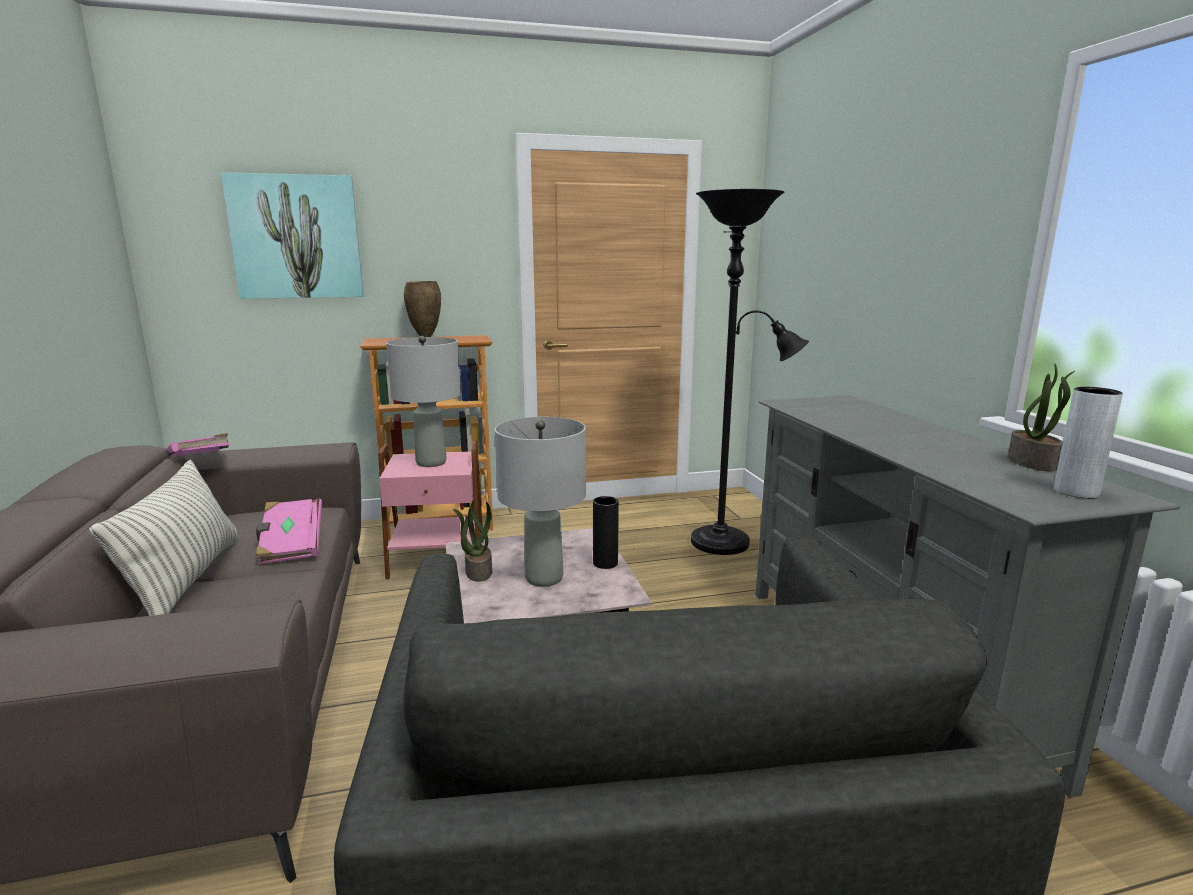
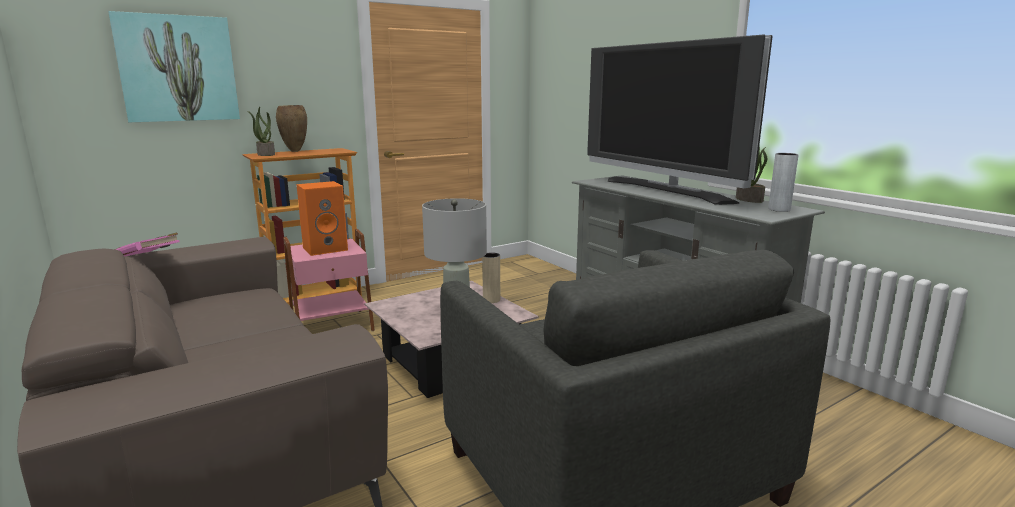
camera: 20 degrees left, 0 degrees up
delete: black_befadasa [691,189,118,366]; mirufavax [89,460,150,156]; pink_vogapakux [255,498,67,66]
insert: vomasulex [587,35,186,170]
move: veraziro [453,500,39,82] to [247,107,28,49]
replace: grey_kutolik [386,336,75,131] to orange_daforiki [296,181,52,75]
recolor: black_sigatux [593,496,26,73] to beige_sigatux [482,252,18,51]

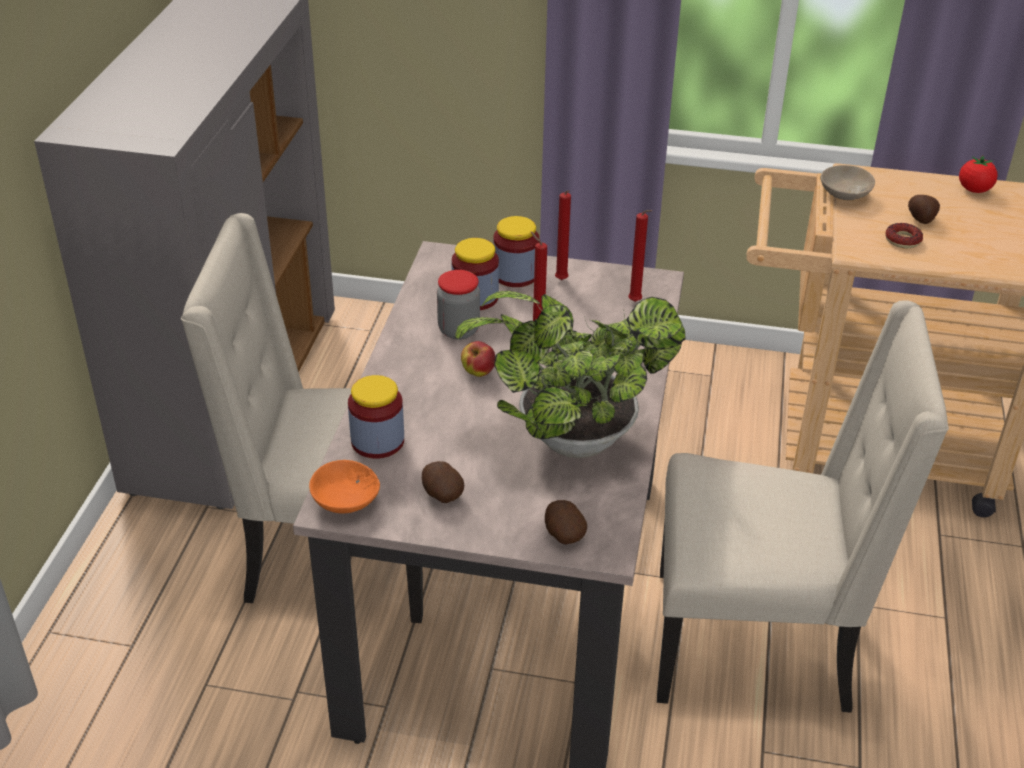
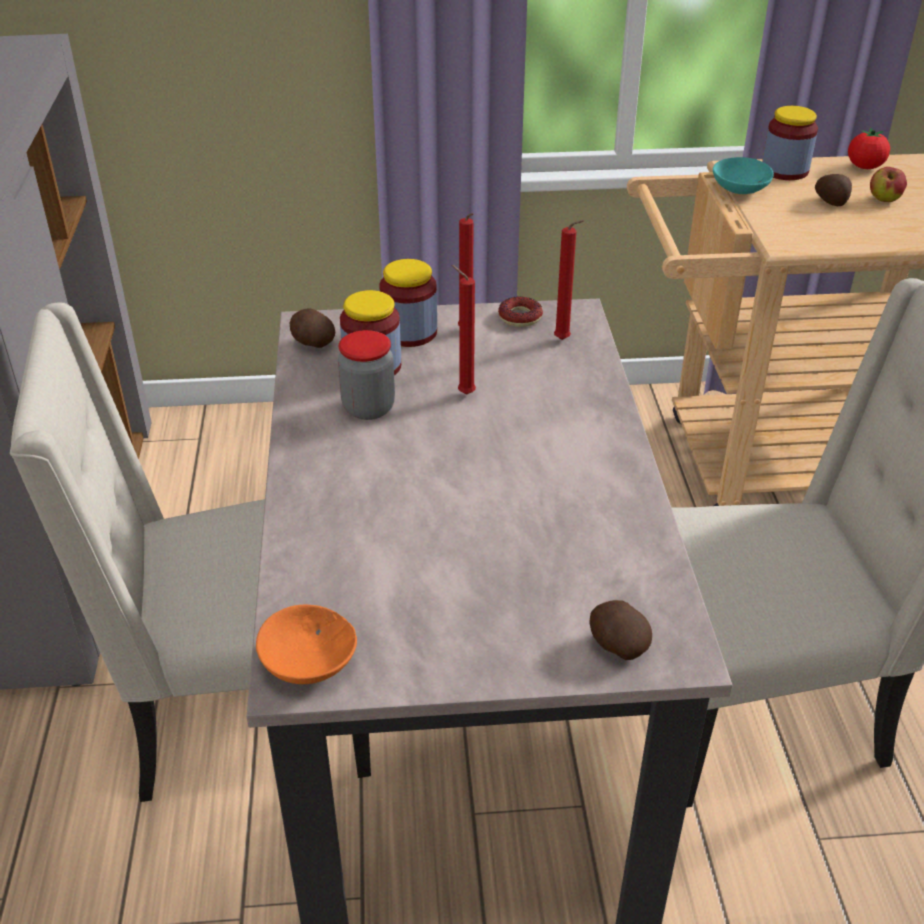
camera: 15 degrees left, 0 degrees up
delete: veraziro [455,291,231,167]
move: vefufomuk [885,223,38,25] to [498,296,45,31]; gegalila [461,341,34,36] to [870,167,37,35]; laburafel [348,375,56,84] to [762,106,56,74]; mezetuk [422,461,42,42] to [289,308,46,40]
recolor: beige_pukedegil [821,165,54,35] to turquoise_pukedegil [713,157,61,37]

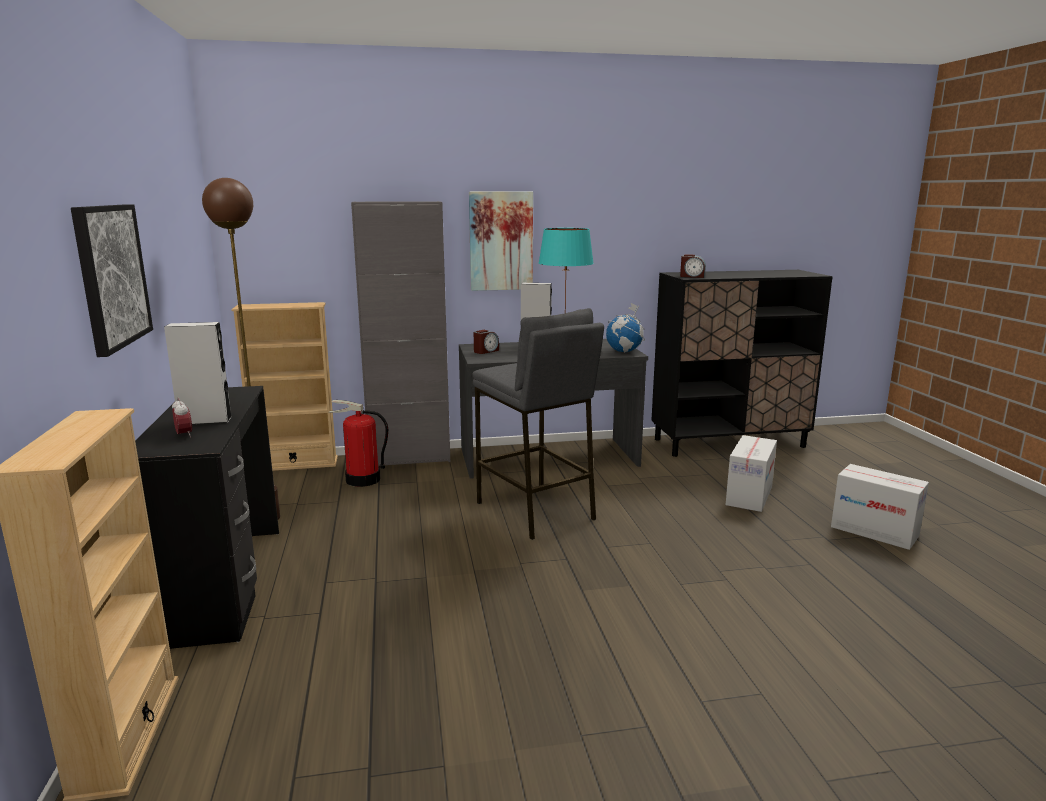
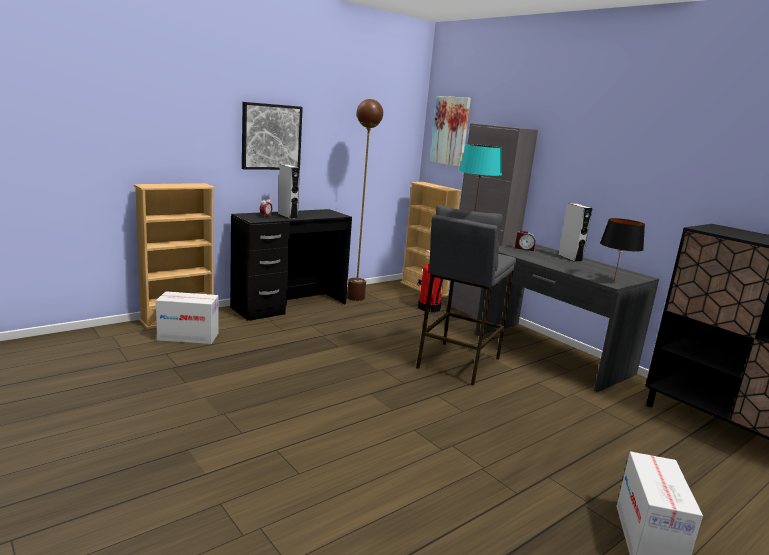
camera: 60 degrees right, 0 degrees up
delete: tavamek [680,254,26,24]
move: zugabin [469,192,64,99] to [430,96,41,71]; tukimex [726,435,51,77] to [156,291,63,53]
replace: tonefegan [606,303,39,50] to black_kutolik [600,218,45,63]

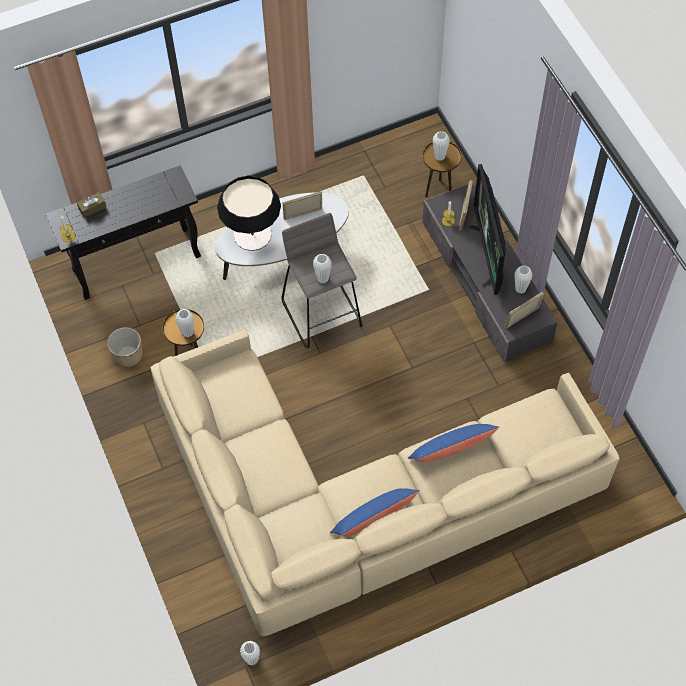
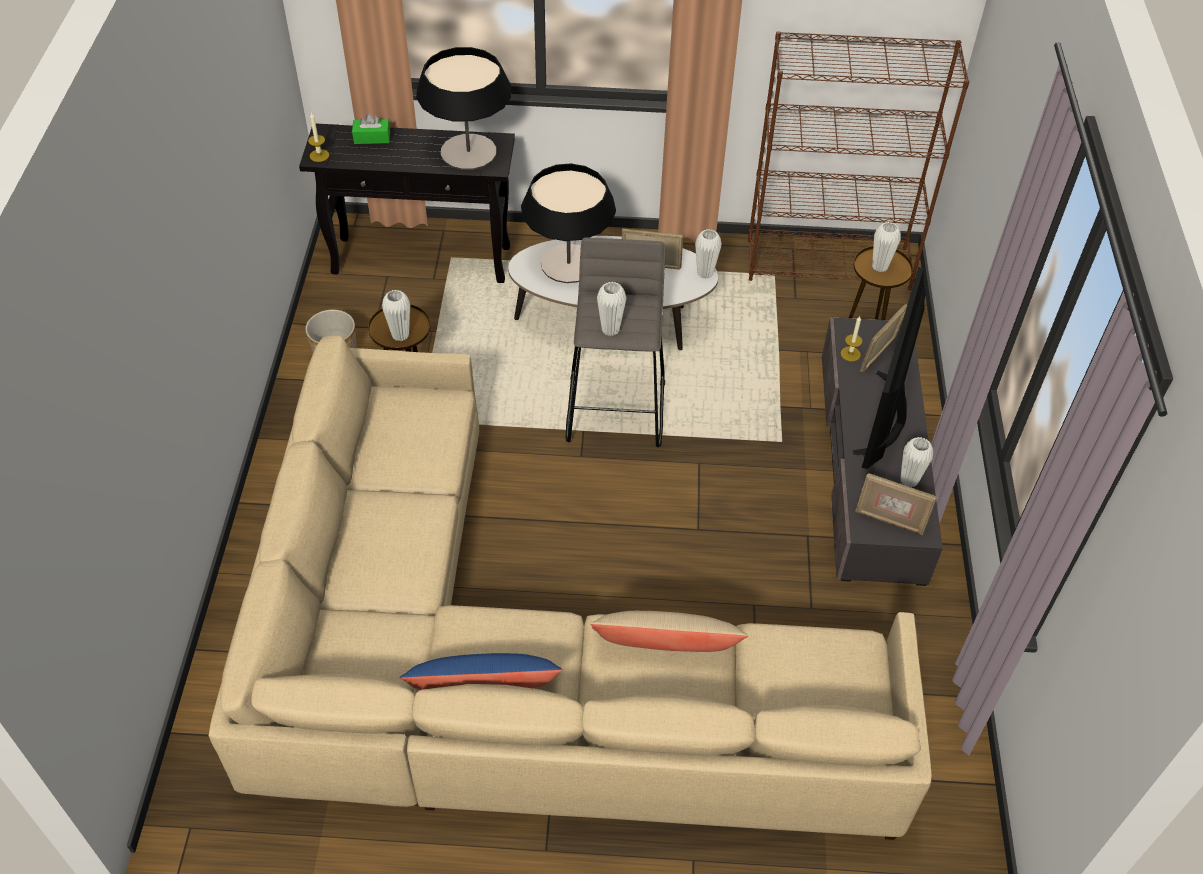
camera: 25 degrees right, 10 degrees down
insert: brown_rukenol [748,31,222,259]; kutolik [416,47,95,123]
move: white_sigatux [240,641,20,25] to [695,229,27,50]
recolor: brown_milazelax [77,192,29,26] to green_milazelax [352,114,38,30]; blue_mirufavax [408,424,92,38] to beige_mirufavax [590,611,158,41]
rotate: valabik [504,292,40,36] = [855,473,82,62] 150 degrees counterclockwise

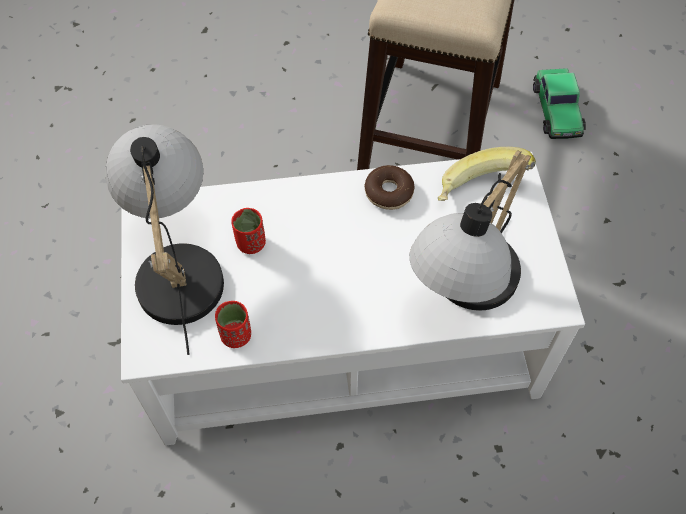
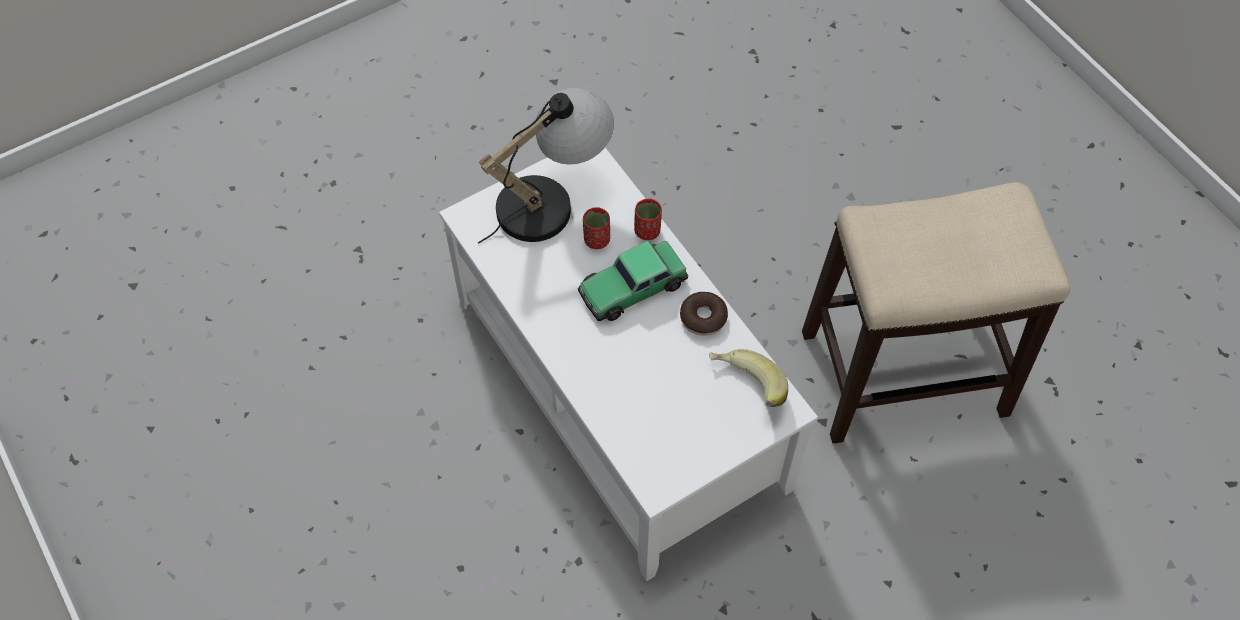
camera: 65 degrees right, 0 degrees up
delete: kutolik [410,150,121,160]
move: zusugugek [533,68,53,71] to [578,241,110,80]; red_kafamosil [215,301,36,47] to [634,198,28,42]

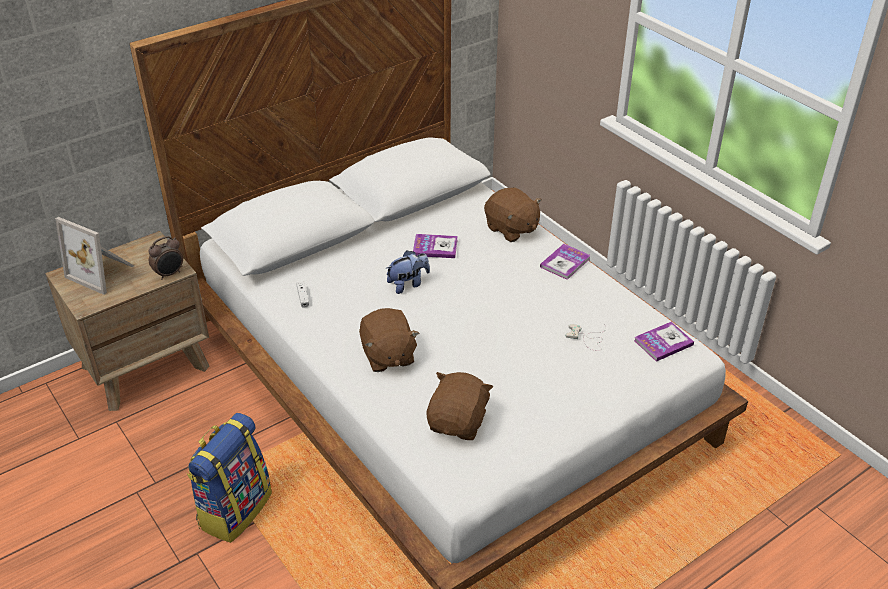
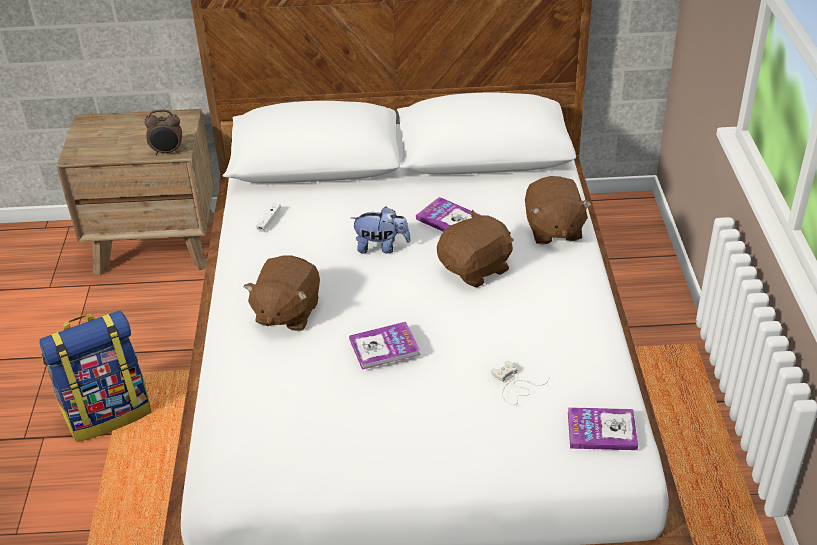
camera: 35 degrees right, 0 degrees up
delete: valabik [55,217,79,78]
move: vogapakux [540,244,51,36] to [349,322,71,48]; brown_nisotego [427,372,66,68] to [437,210,77,78]

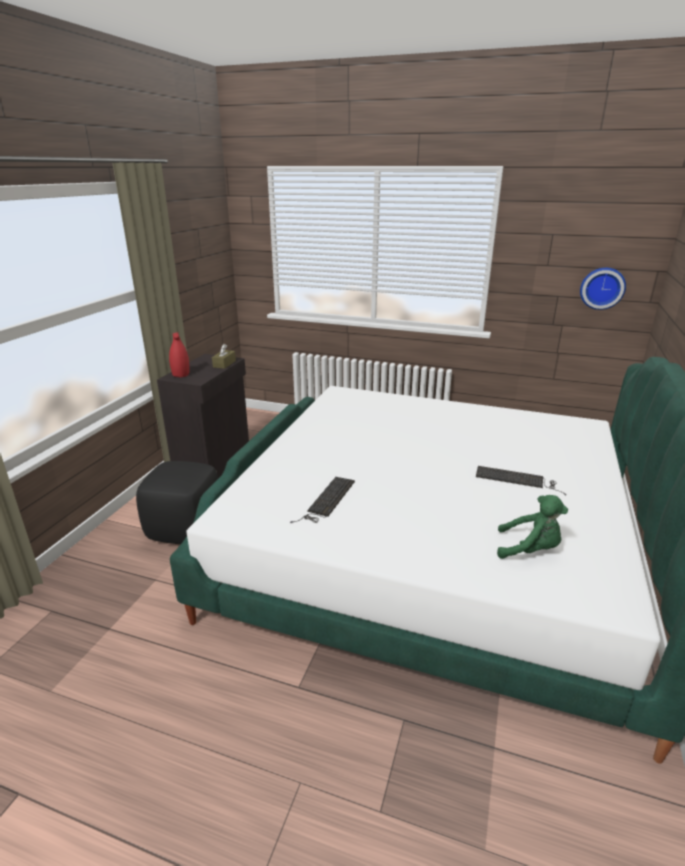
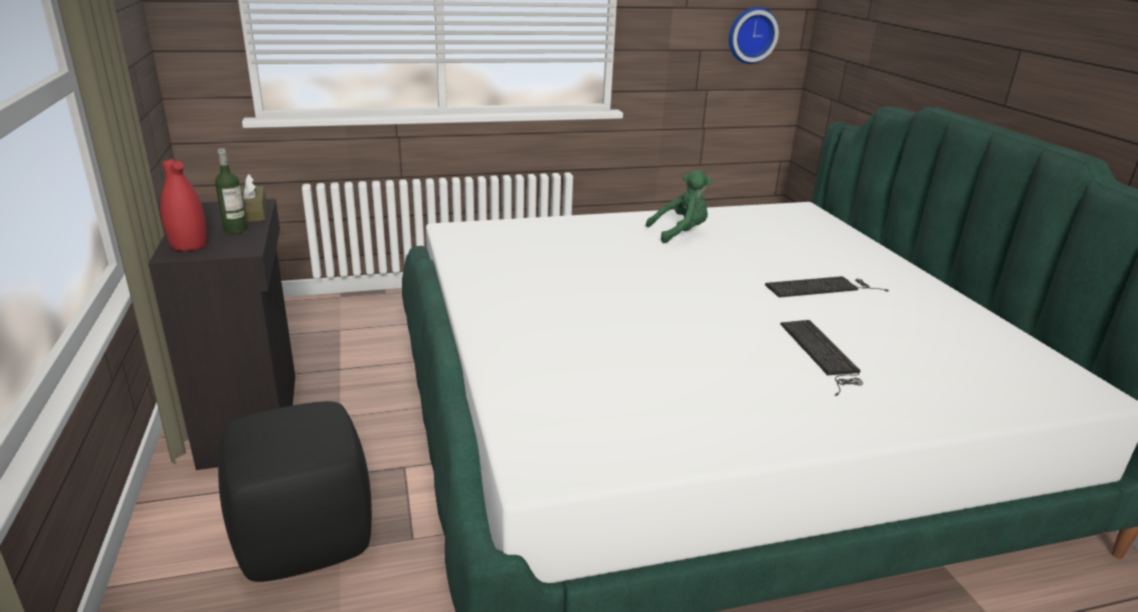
camera: 35 degrees left, 0 degrees up
insert: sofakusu [215,148,32,86]
move: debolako [290,477,65,46] to [780,320,83,76]; green_nisotego [497,495,71,64] to [646,170,66,73]

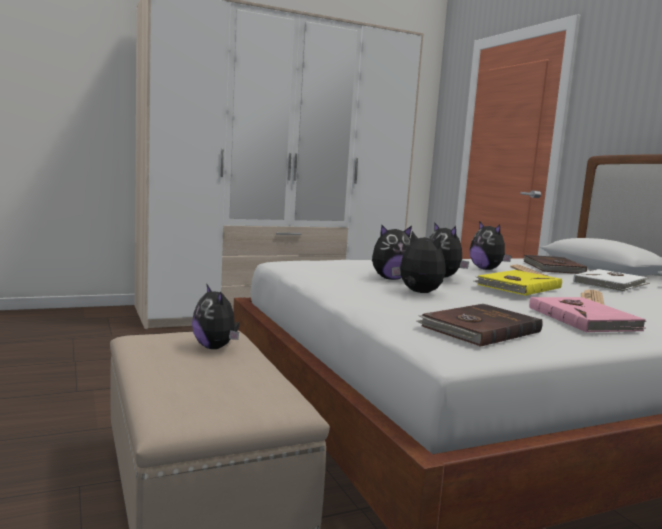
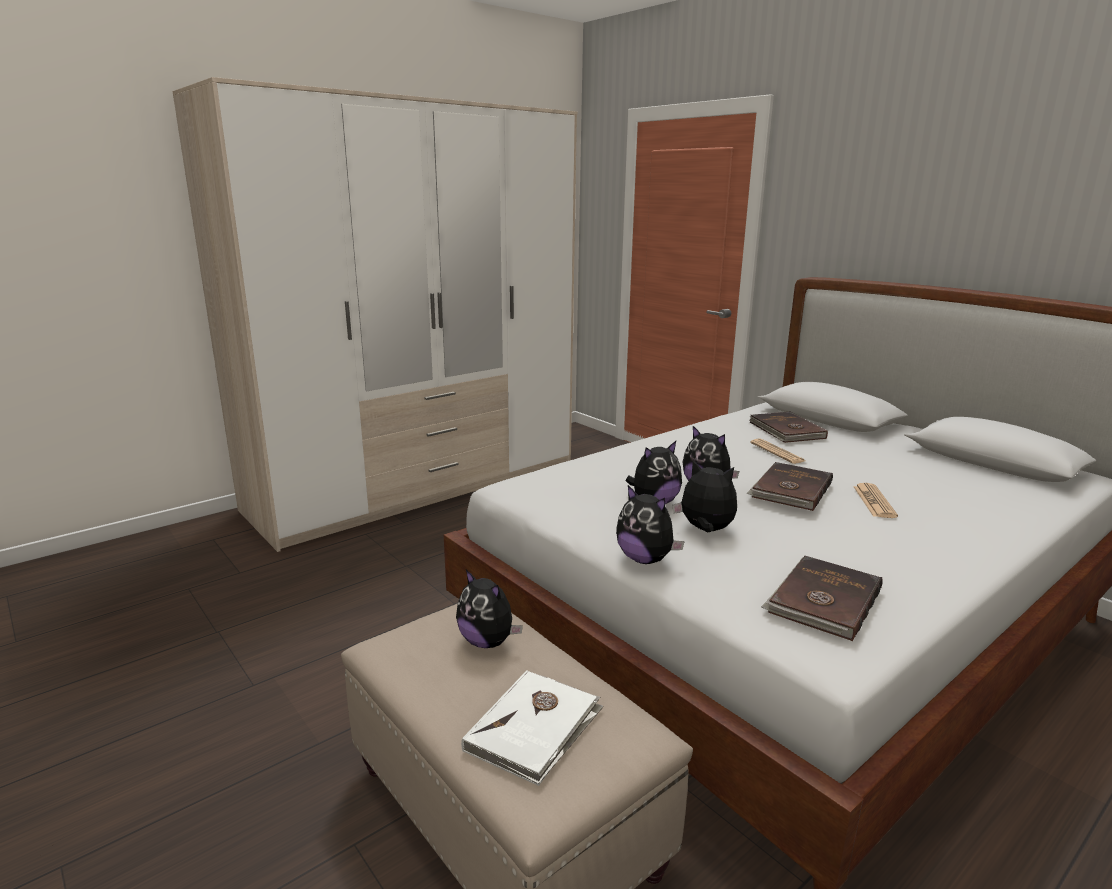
camera: 15 degrees left, 10 degrees up
delete: pink_vogapakux [529,297,118,36]
move: nisotego [470,221,41,49] to [616,485,69,79]; white_vogapakux [573,269,77,23] to [461,670,143,116]
recolor: yellow_vogapakux [474,270,88,26] to brown_vogapakux [746,462,87,49]

